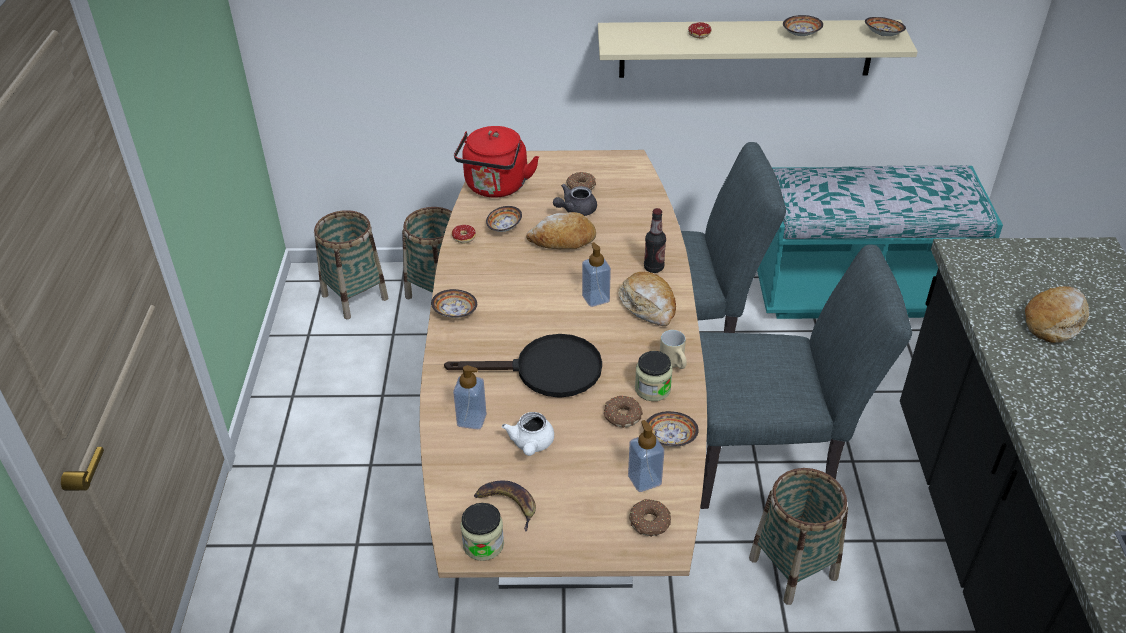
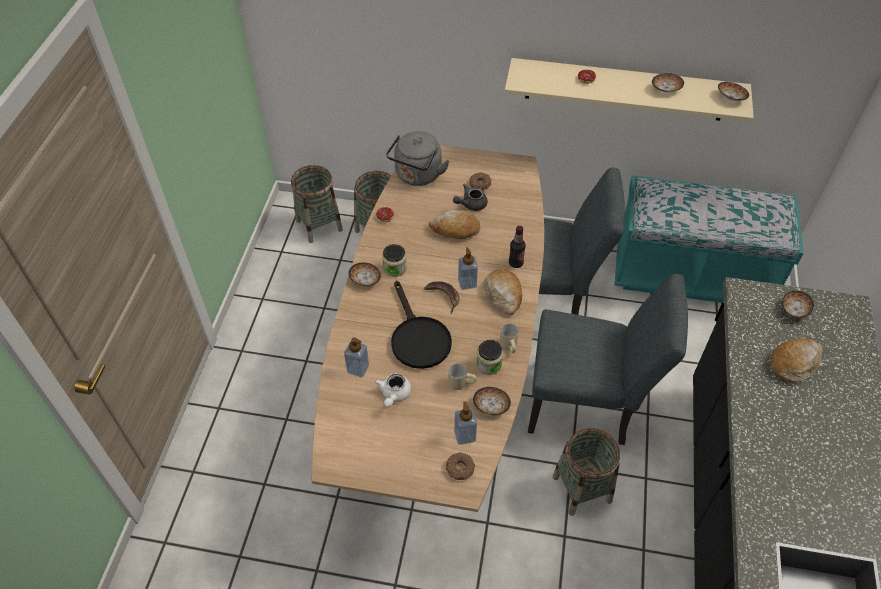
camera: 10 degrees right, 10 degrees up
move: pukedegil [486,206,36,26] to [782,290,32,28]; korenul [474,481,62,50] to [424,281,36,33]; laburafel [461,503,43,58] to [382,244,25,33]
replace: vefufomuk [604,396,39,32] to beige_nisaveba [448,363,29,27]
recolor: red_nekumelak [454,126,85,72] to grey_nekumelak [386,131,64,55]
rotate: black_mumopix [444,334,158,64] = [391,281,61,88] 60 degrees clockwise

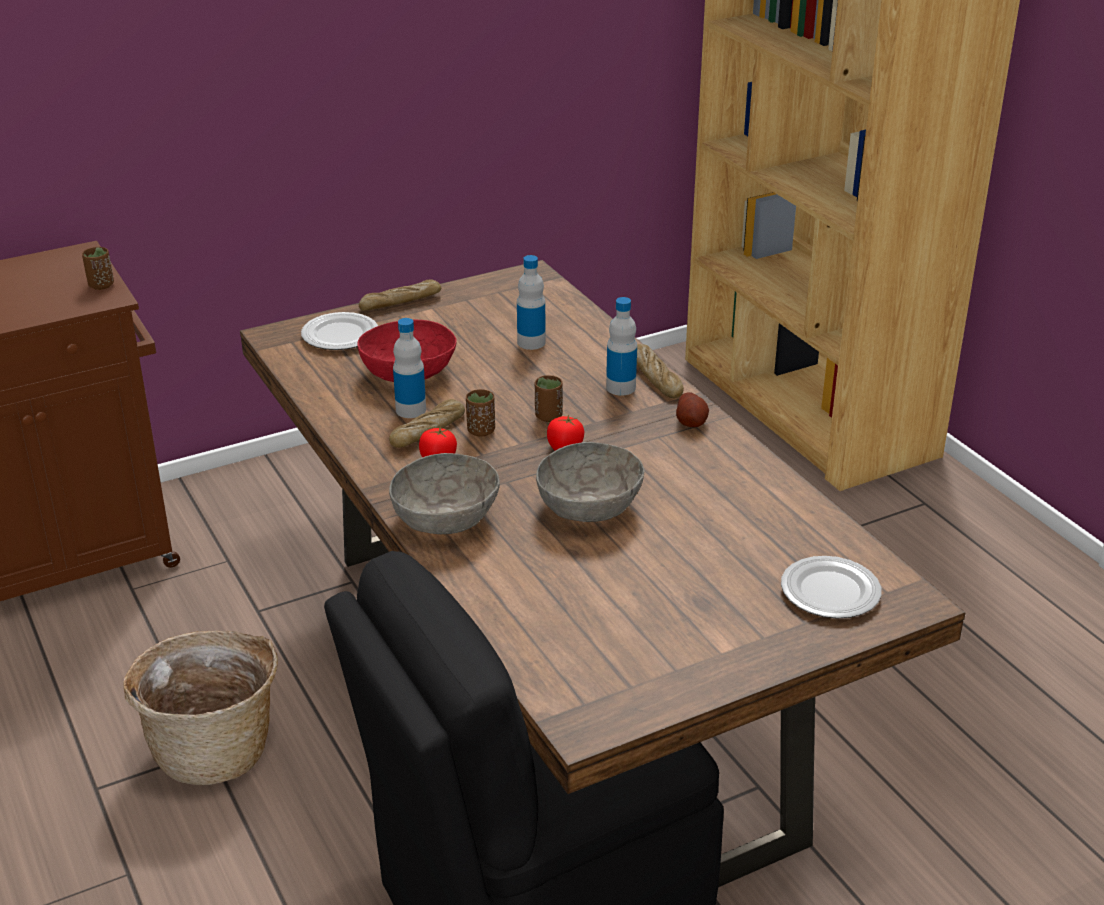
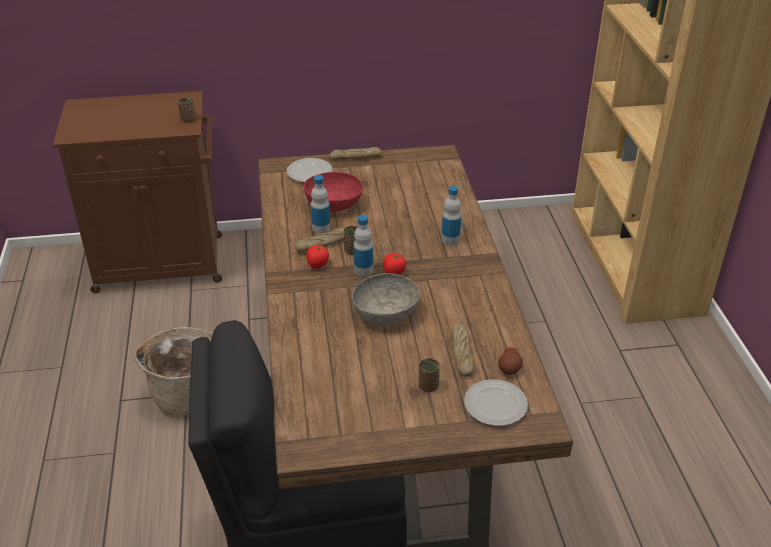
camera: 20 degrees right, 5 degrees up
delete: grey_pukedegil [389,453,111,81]
move: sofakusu [517,255,28,95] to [354,215,19,61]; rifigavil [637,344,47,54] to [452,324,22,53]; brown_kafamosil [535,375,28,47] to [419,358,21,34]; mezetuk [676,392,33,35] to [498,347,25,28]

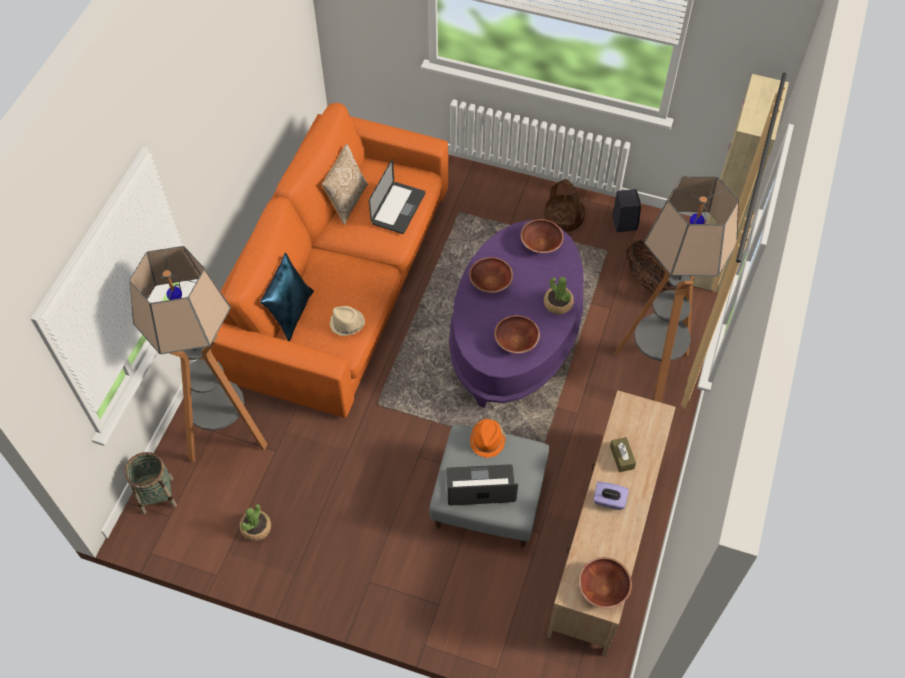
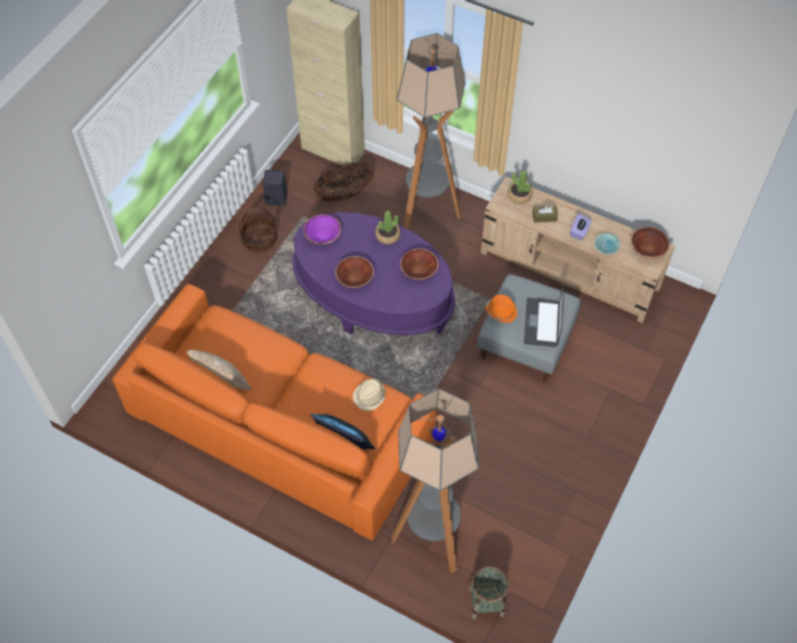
camera: 80 degrees left, 0 degrees up
delete: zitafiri [369,159,56,75]
insert: turquoise_pukedegil [594,233,27,21]
move: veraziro [240,504,31,37] to [507,170,26,34]
recolor: brown_pukedegil [520,219,44,34] to purple_pukedegil [303,214,38,30]

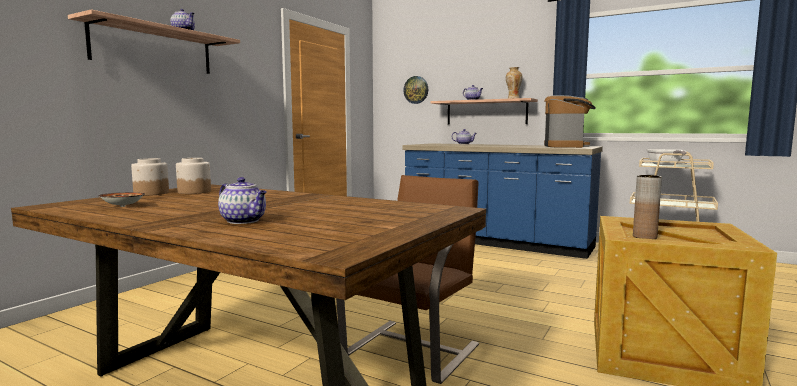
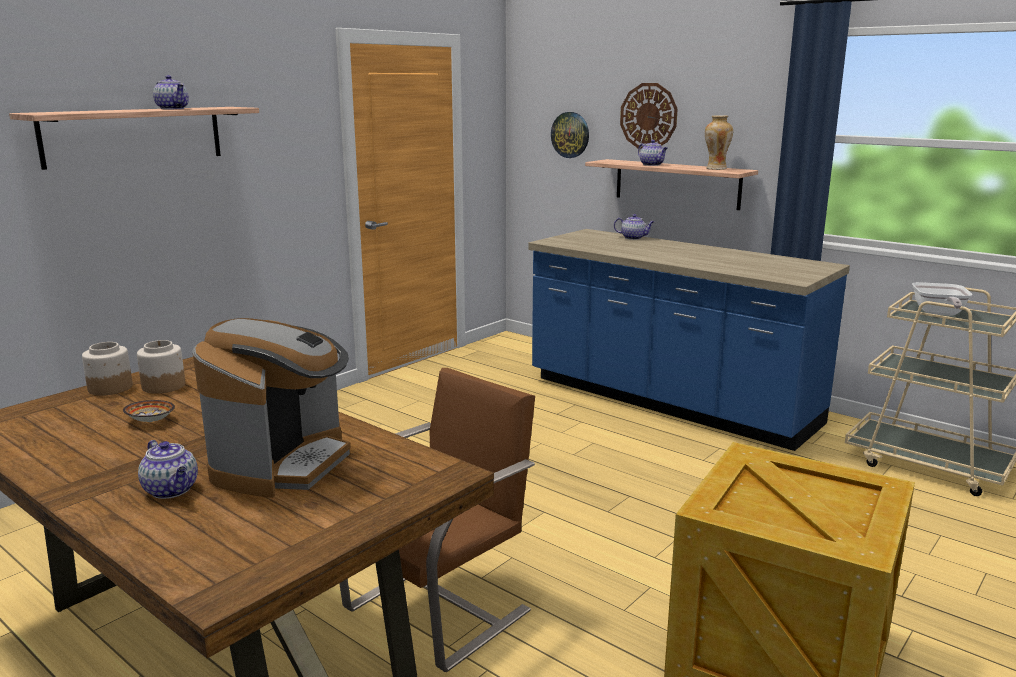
camera: 10 degrees right, 10 degrees up
delete: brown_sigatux [633,175,29,64]
insert: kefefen [620,83,58,66]
move: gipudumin [544,95,52,53] to [193,318,158,180]; pukedegil [98,192,47,15] to [123,400,52,22]

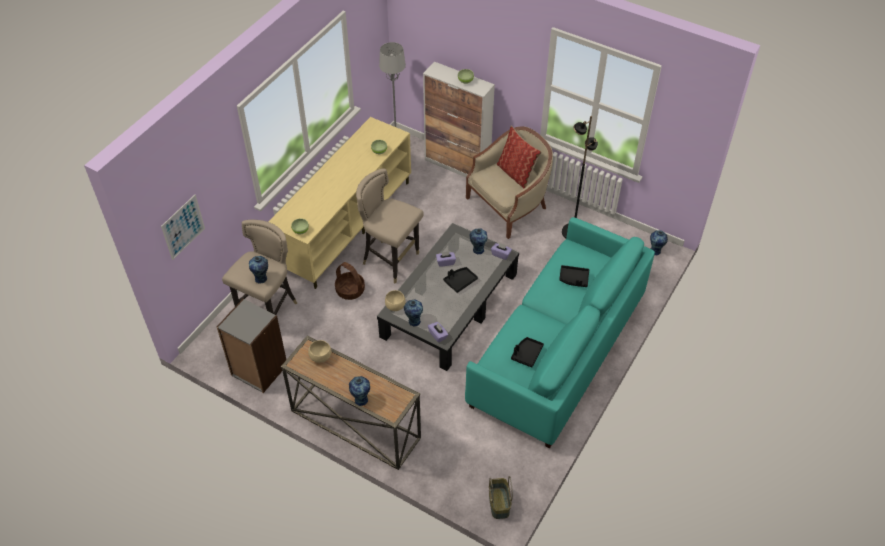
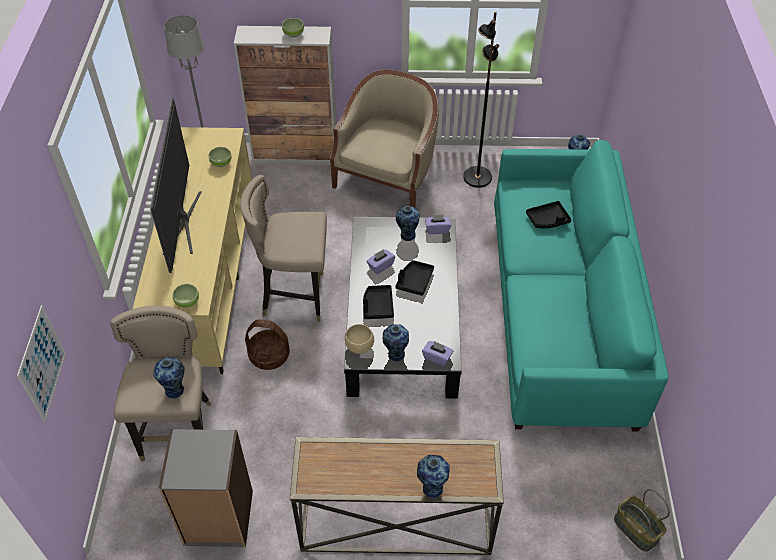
camera: 30 degrees left, 0 degrees up
delete: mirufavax [497,126,45,63]; beige_pukedegil [308,340,23,23]
insert: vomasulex [150,98,52,175]
move: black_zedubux [511,337,33,30] to [363,285,31,34]

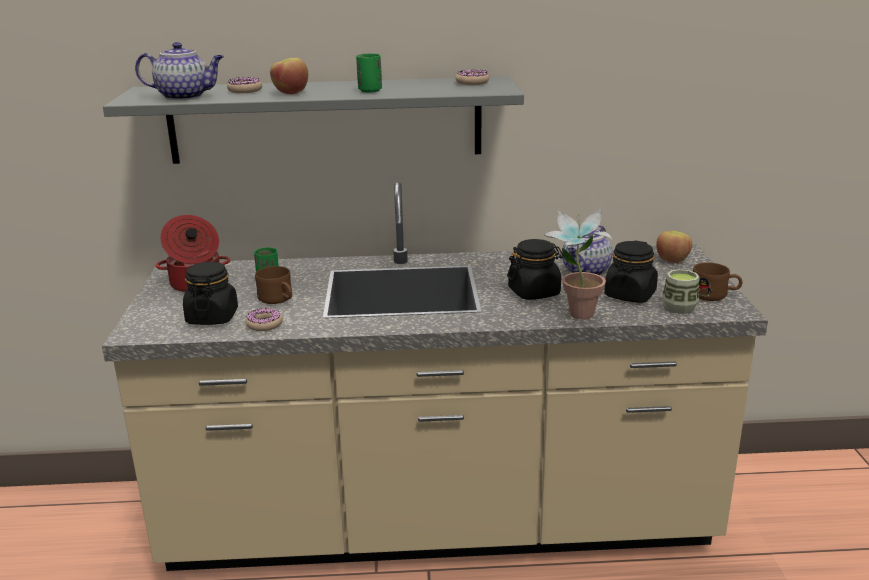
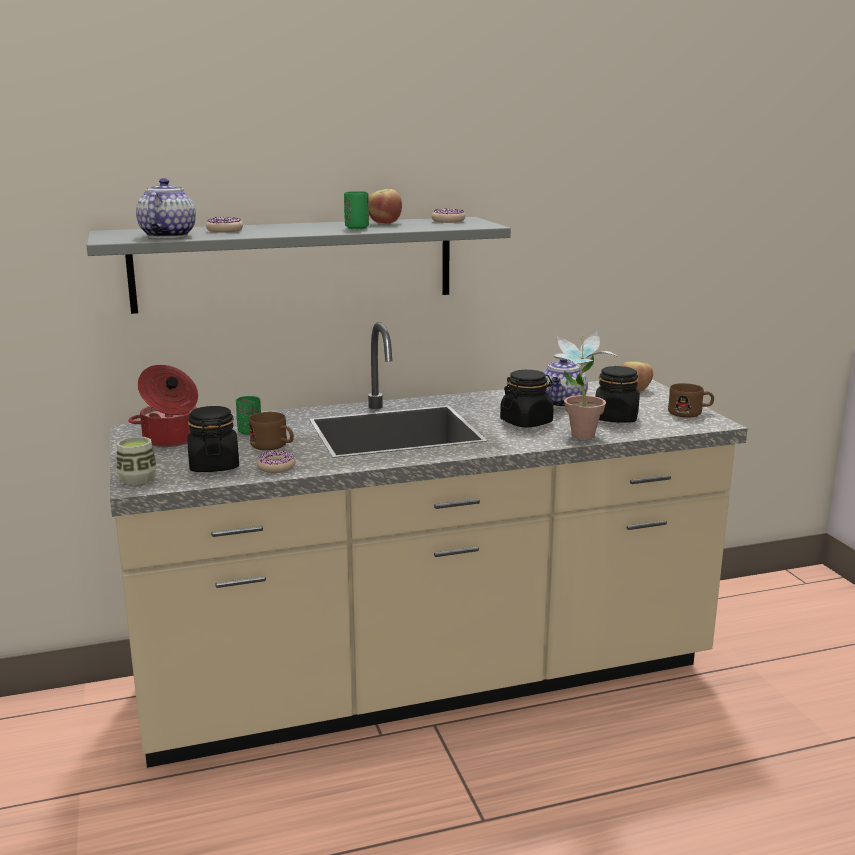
camera: 15 degrees left, 5 degrees down
move: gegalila [270,58,38,36] to [368,189,34,35]; kafamosil [662,269,37,45] to [117,437,39,48]
rotate: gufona [135,42,89,58] = [136,178,60,60] 75 degrees counterclockwise

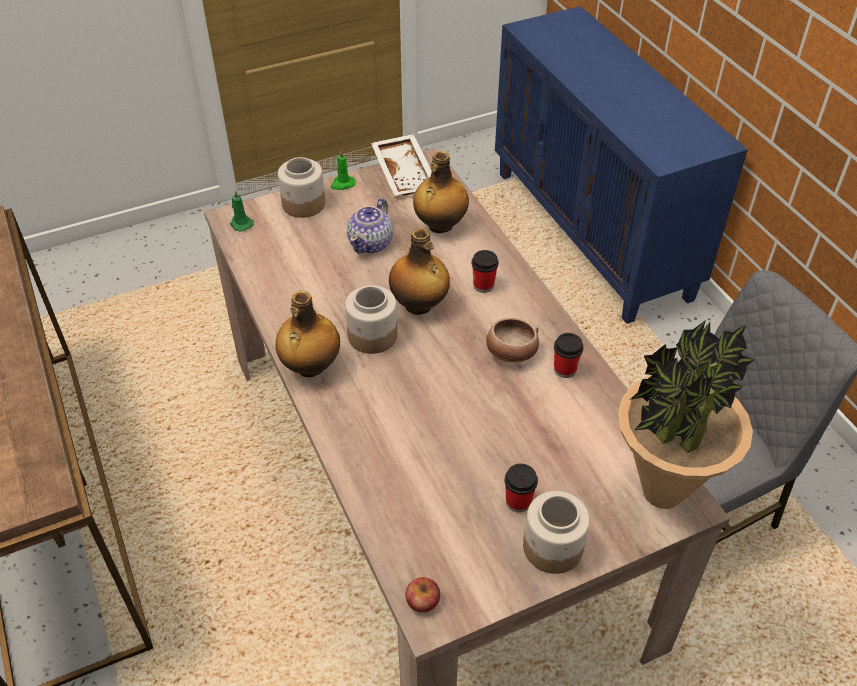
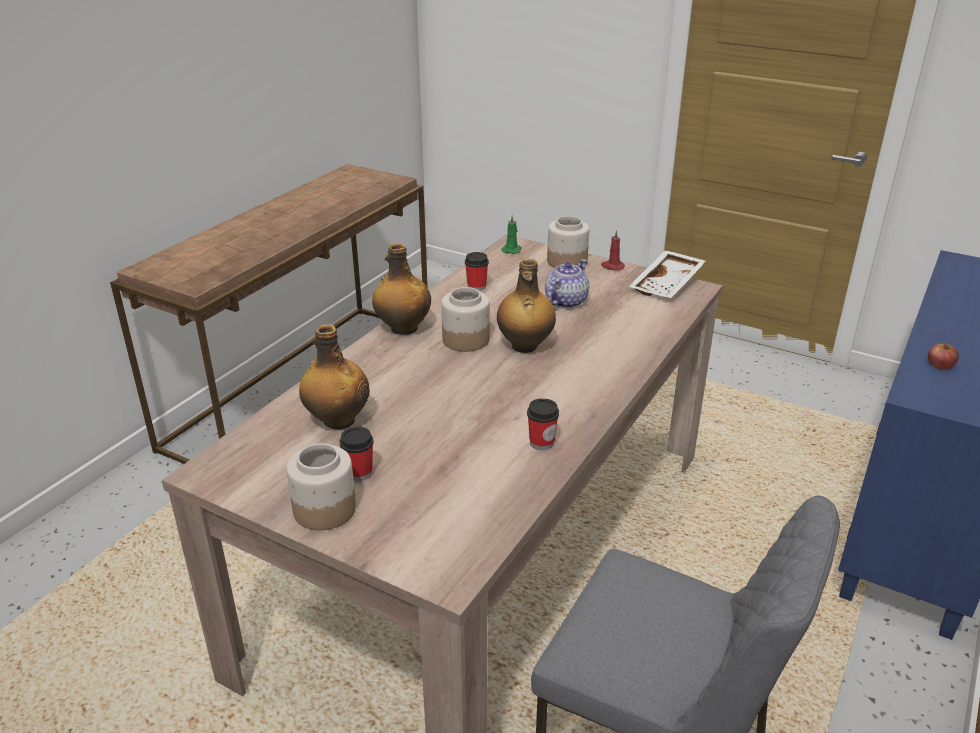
camera: 55 degrees right, 15 degrees down
delete: pukedegil [486,318,53,44]; veraziro [618,320,138,189]
move: sofakusu [413,151,56,82] to [299,324,71,106]; kafamosil [471,250,28,43] to [465,252,24,39]; gegalila [406,577,34,36] to [928,343,31,27]
recolor: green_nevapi [331,151,24,39] to red_nevapi [601,230,24,41]
rotate: gufona [347,198,46,56] = [545,259,44,49] 135 degrees clockwise

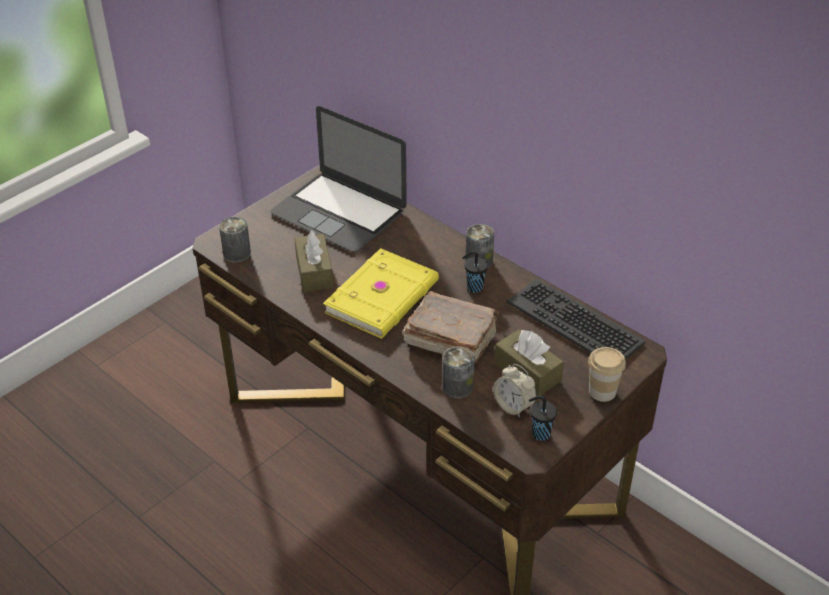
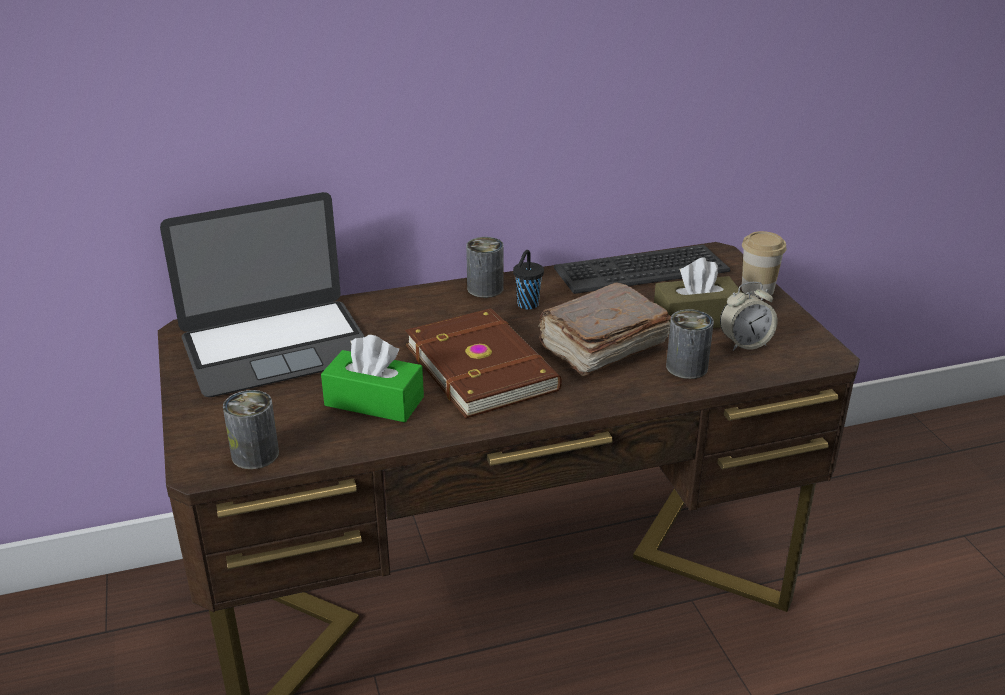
camera: 60 degrees left, 10 degrees down
delete: black_kafamosil [529,396,28,45]
recolor: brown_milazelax [294,230,39,62] to green_milazelax [321,335,103,87]; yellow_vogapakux [323,248,116,91] to brown_vogapakux [405,308,157,110]

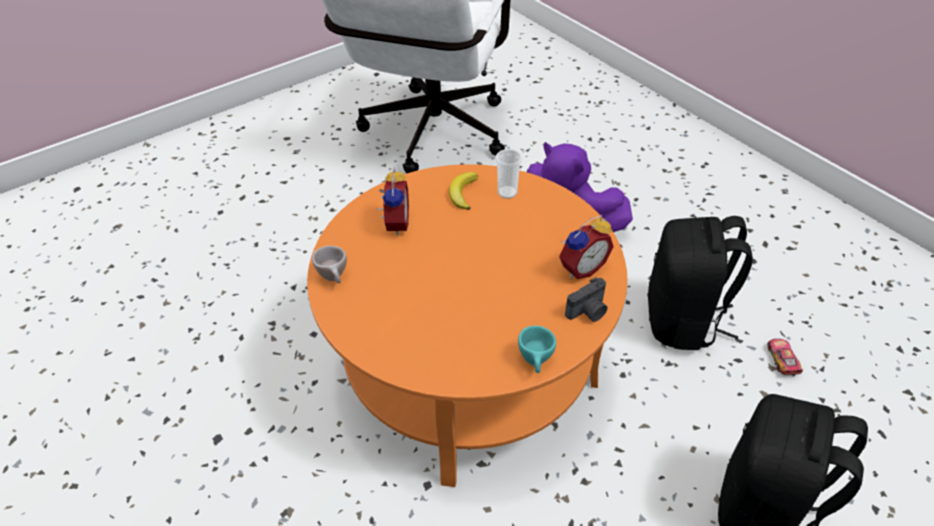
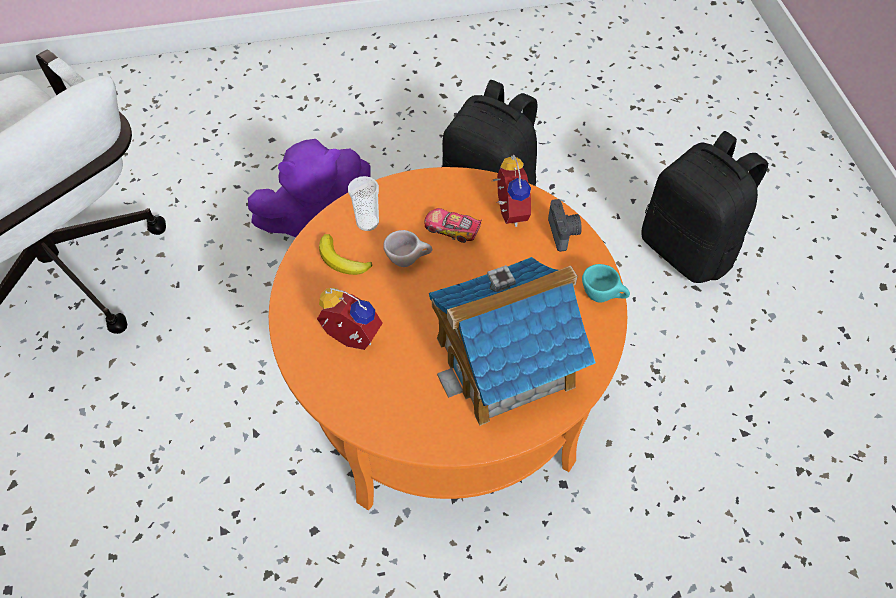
camera: 65 degrees left, 10 degrees up
insert: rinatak [429,257,167,169]
move: beige_kafamosil [312,246,35,37] to [383,230,49,37]; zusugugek [767,339,36,36] to [425,208,57,35]

